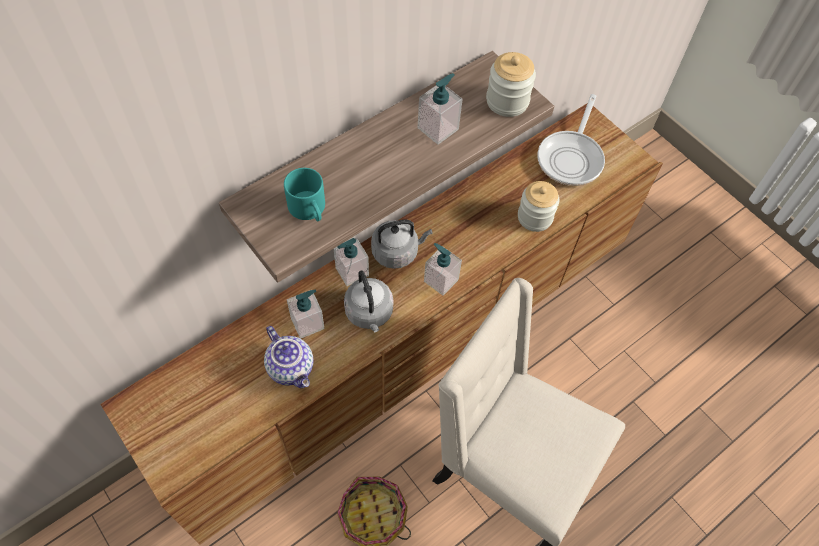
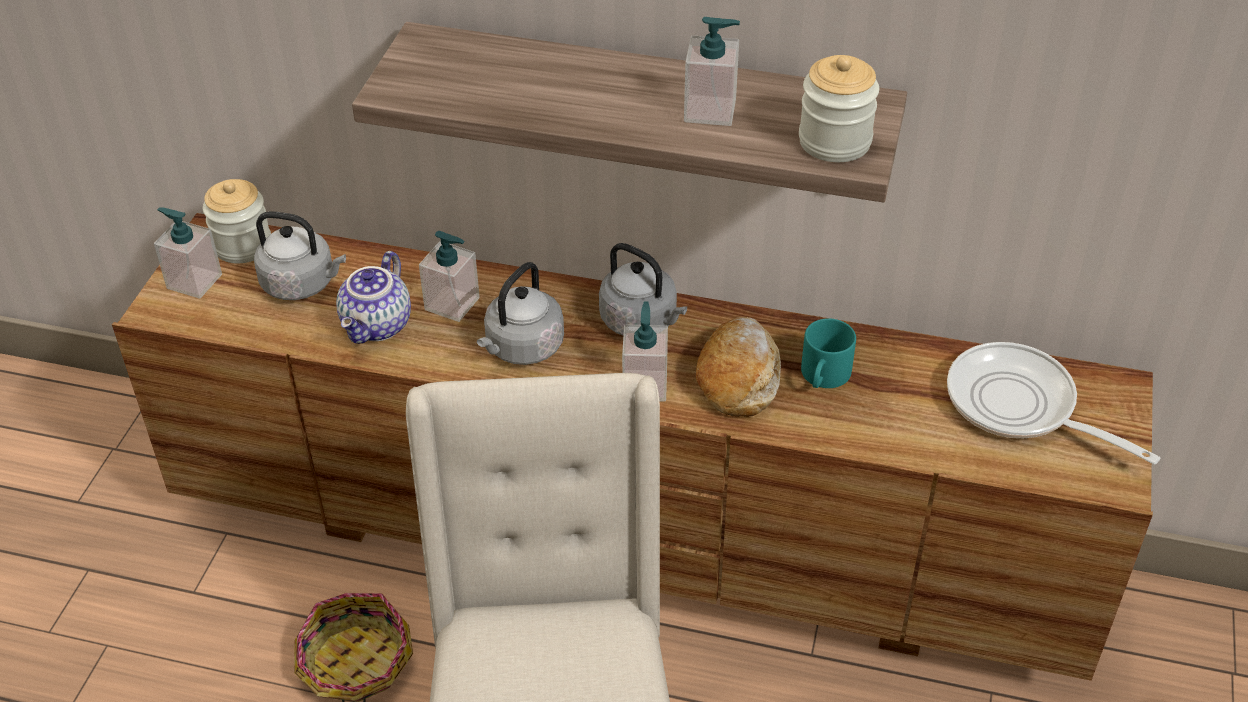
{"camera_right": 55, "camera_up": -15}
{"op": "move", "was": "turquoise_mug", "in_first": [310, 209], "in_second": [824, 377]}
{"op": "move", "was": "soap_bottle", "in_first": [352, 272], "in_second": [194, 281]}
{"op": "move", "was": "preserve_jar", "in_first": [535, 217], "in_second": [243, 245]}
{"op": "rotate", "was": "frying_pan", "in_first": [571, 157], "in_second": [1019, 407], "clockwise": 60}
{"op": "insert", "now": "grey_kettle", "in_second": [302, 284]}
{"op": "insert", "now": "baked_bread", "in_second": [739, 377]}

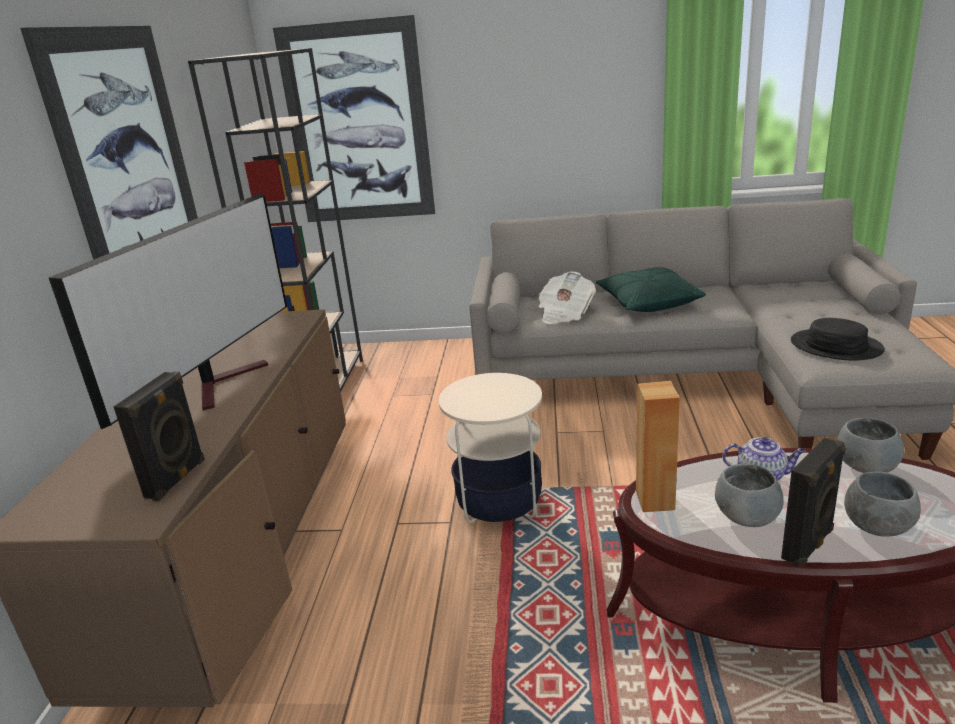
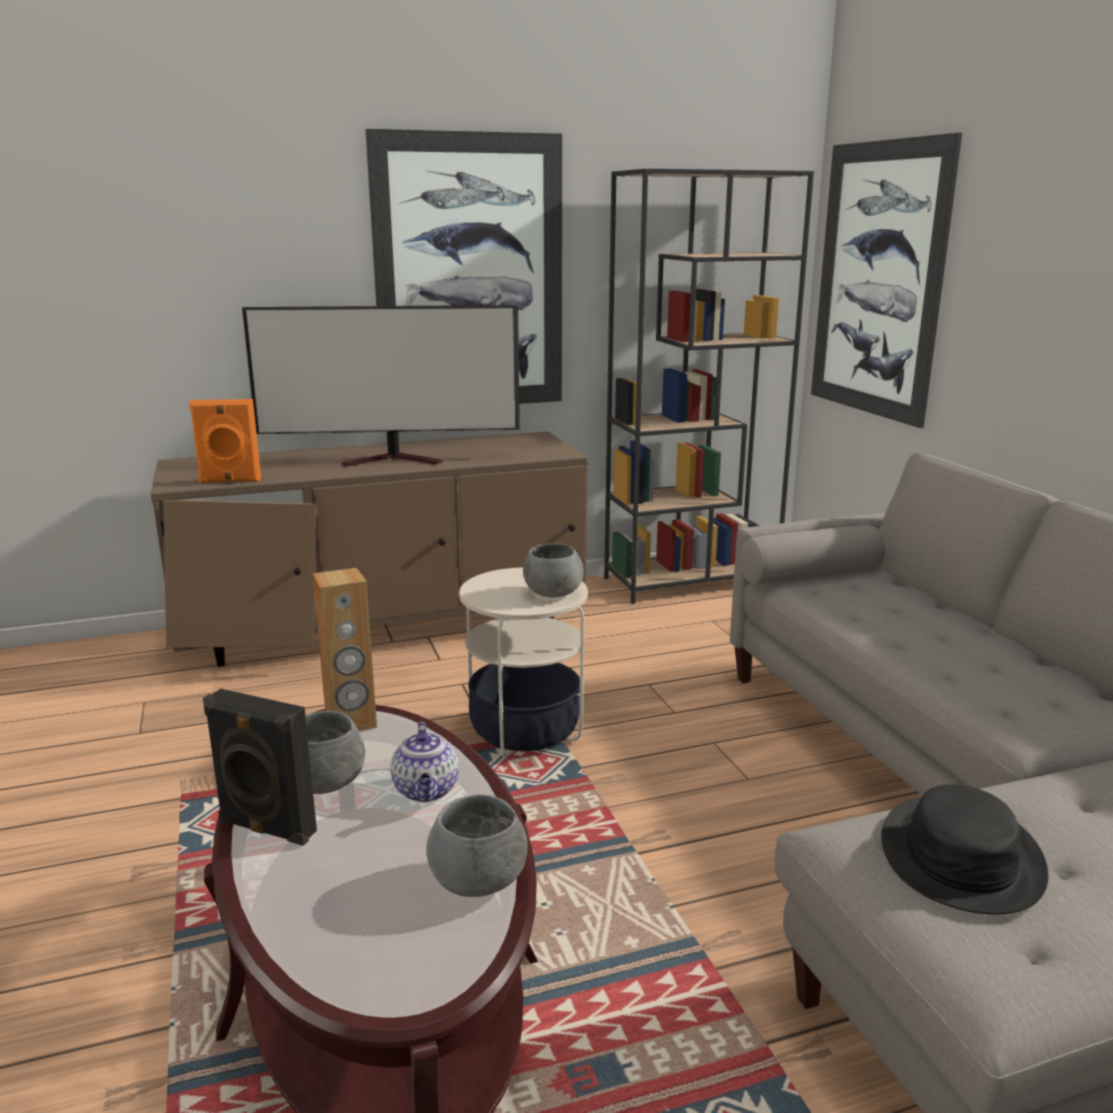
{"camera_right": 65, "camera_up": -5}
{"op": "recolor", "was": "blackish_audio_speaker", "now": "orange_audio_speaker", "in_first": [177, 479], "in_second": [230, 481]}
{"op": "delete", "was": "printed_paper", "in_first": [564, 313]}
{"op": "delete", "was": "green_pillow", "in_first": [647, 303]}
{"op": "move", "was": "grey_bowl", "in_first": [876, 527], "in_second": [552, 593]}

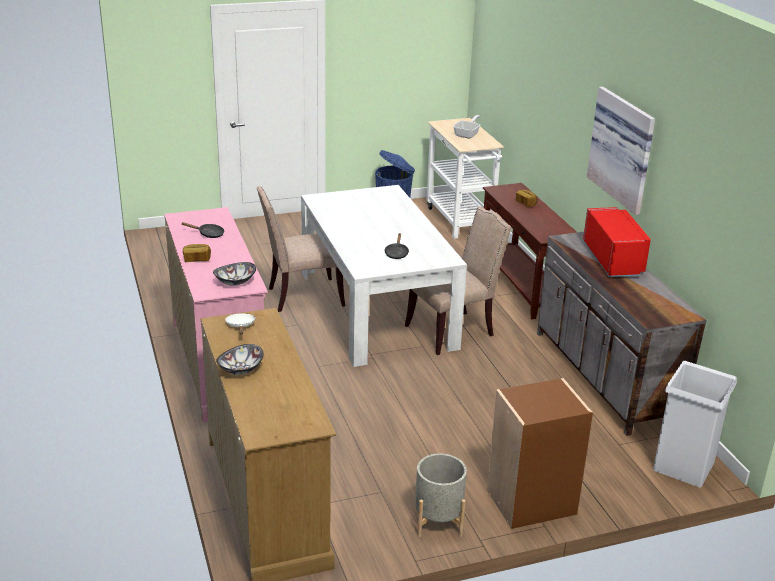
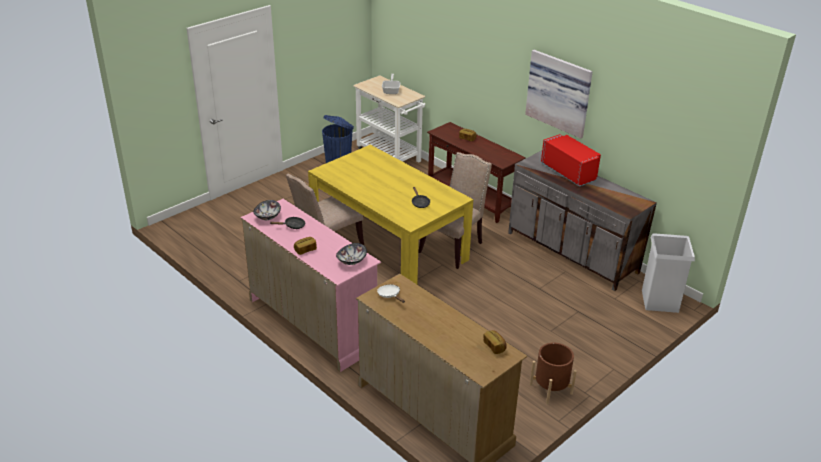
{"camera_right": -25, "camera_up": 5}
{"op": "move", "was": "bowl", "in_first": [241, 370], "in_second": [268, 217]}
{"op": "recolor", "was": "white-coloured_dining_table", "now": "yellow-coloured_dining_table", "in_first": [376, 309], "in_second": [388, 244]}
{"op": "recolor", "was": "grey_plant_pot", "now": "brownish_plant_pot", "in_first": [438, 521], "in_second": [551, 389]}
{"op": "delete", "was": "brownish_bookshelf", "in_first": [530, 503]}
{"op": "insert", "now": "baked_bread", "in_second": [494, 346]}

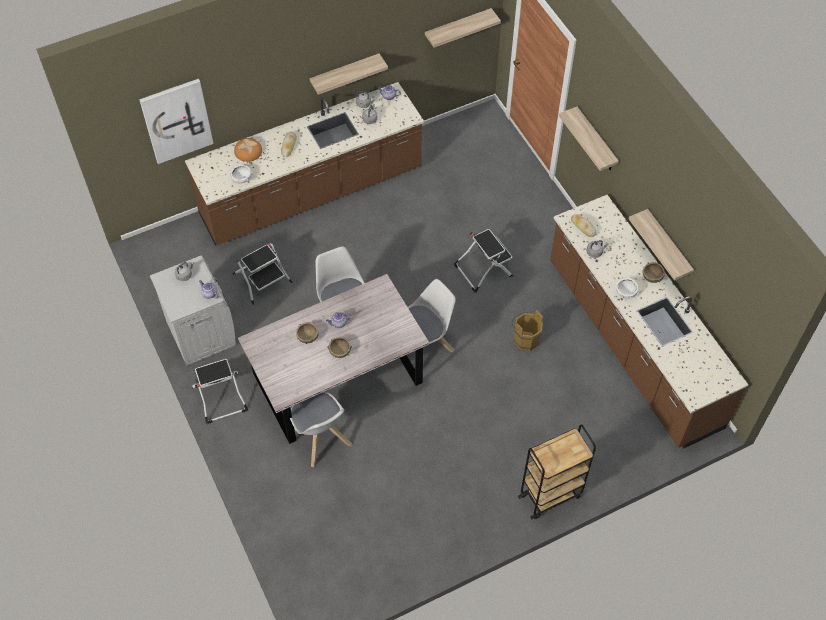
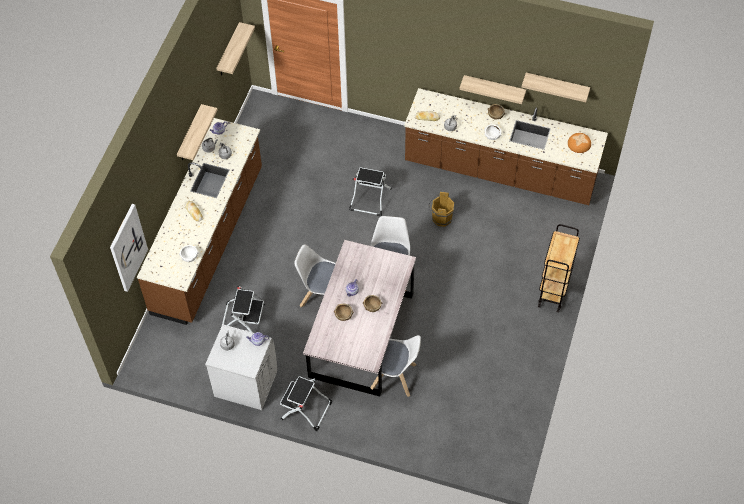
{"camera_right": -45, "camera_up": 0}
{"op": "move", "was": "baked_bread", "in_first": [248, 151], "in_second": [579, 144]}
{"op": "move", "was": "bracket_shelf", "in_first": [596, 141], "in_second": [556, 86]}

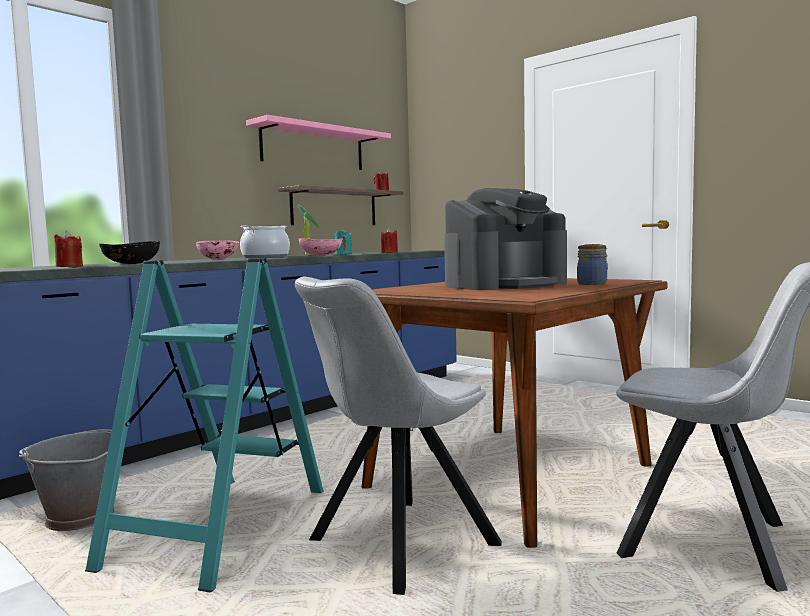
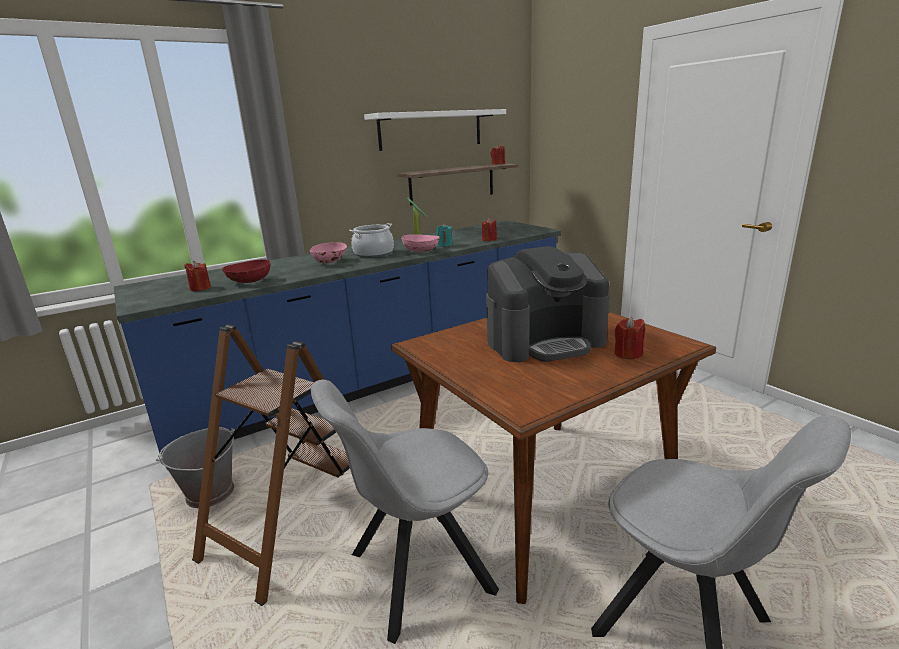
{"camera_right": 15, "camera_up": 15}
{"op": "recolor", "was": "turquoise_step_ladder", "now": "brownish_step_ladder", "in_first": [217, 528], "in_second": [294, 525]}
{"op": "recolor", "was": "blackish_bowl", "now": "red-coloured_bowl", "in_first": [131, 264], "in_second": [249, 282]}
{"op": "recolor", "was": "pink_bracket_shelf", "now": "white-coloured_bracket_shelf", "in_first": [313, 147], "in_second": [431, 129]}
{"op": "replace", "was": "preserve_jar", "now": "red-coloured_wax_candle", "in_first": [593, 284], "in_second": [628, 354]}

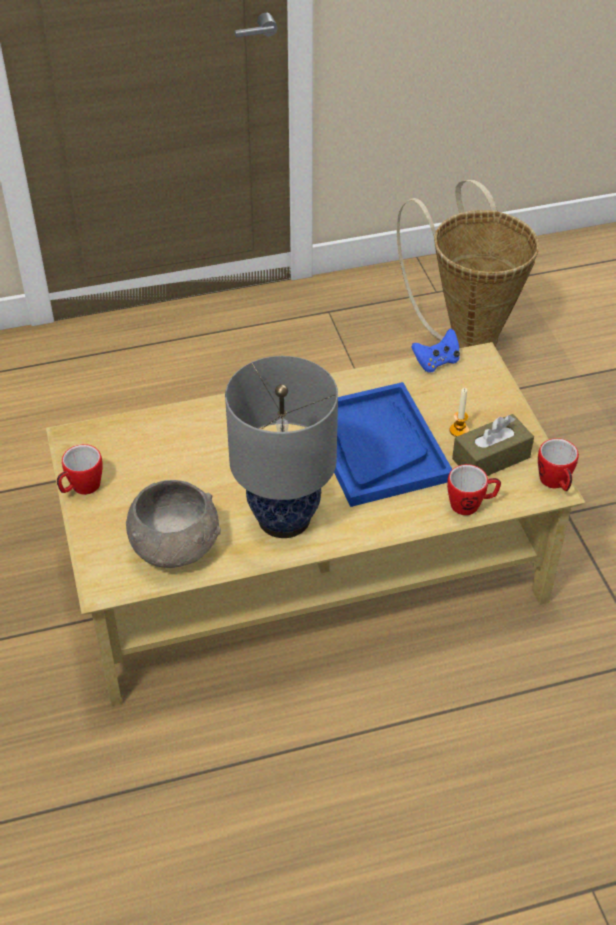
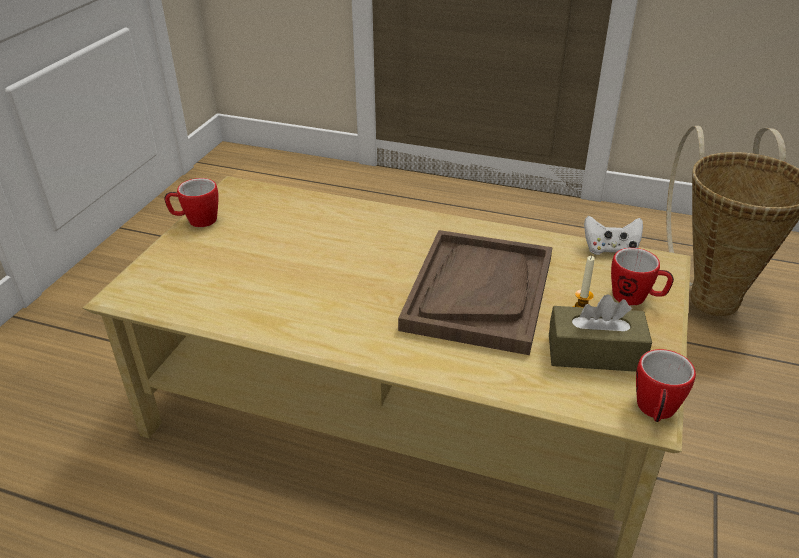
{"camera_right": 35, "camera_up": -10}
{"op": "delete", "was": "grey_bowl", "in_first": [176, 547]}
{"op": "delete", "was": "grey_table_lamp", "in_first": [284, 518]}
{"op": "recolor", "was": "blue_carrying_tray", "now": "brownish_carrying_tray", "in_first": [377, 446], "in_second": [478, 292]}
{"op": "recolor", "was": "blue_game_controller", "now": "white-coloured_game_controller", "in_first": [436, 362], "in_second": [610, 249]}
{"op": "move", "was": "mug", "in_first": [471, 504], "in_second": [636, 298]}

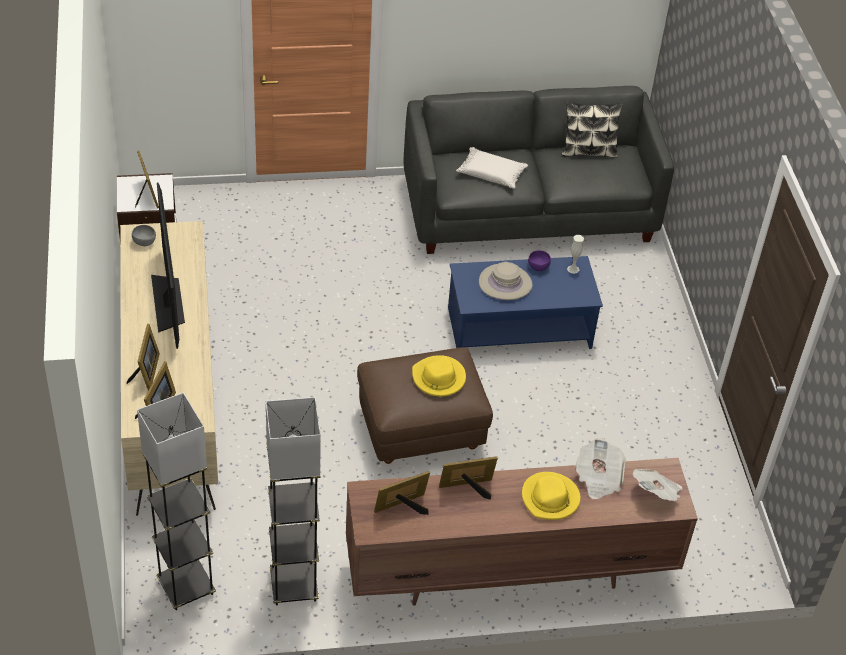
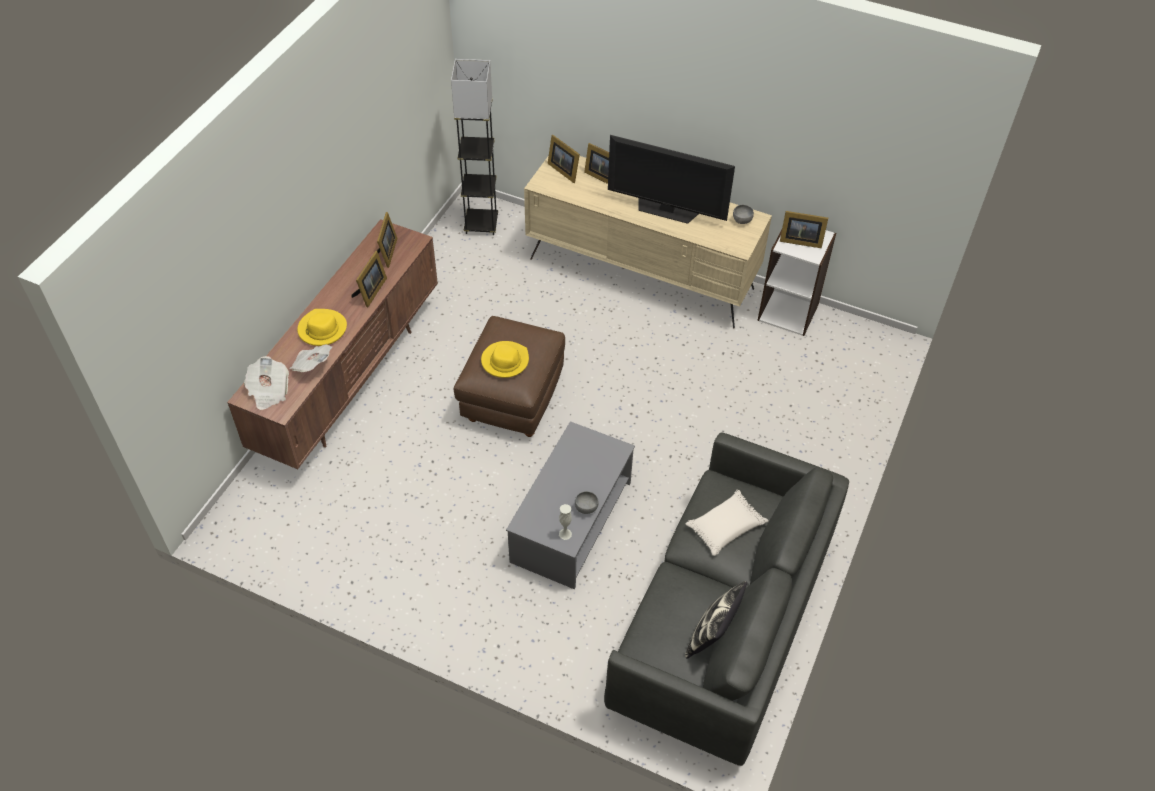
{"camera_right": 125, "camera_up": 5}
{"op": "delete", "was": "grey_floor_lamp", "in_first": [294, 586]}
{"op": "recolor", "was": "blue_low_table", "now": "grey_low_table", "in_first": [520, 327], "in_second": [571, 522]}
{"op": "delete", "was": "beige-coloured_clothing_hat", "in_first": [505, 283]}
{"op": "recolor", "was": "purplish_bowl", "now": "grey_bowl", "in_first": [538, 267], "in_second": [586, 508]}

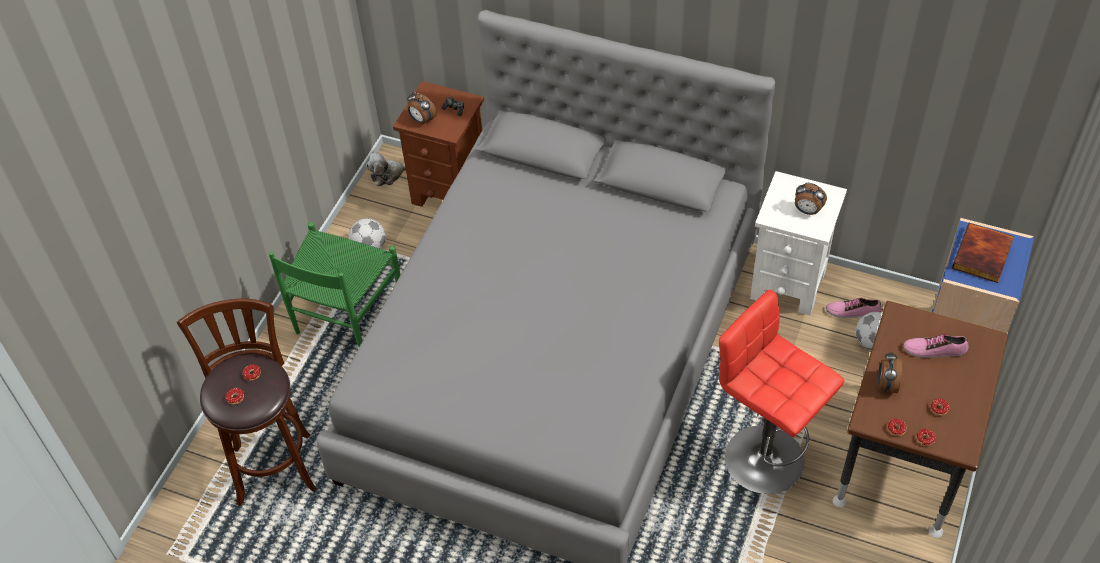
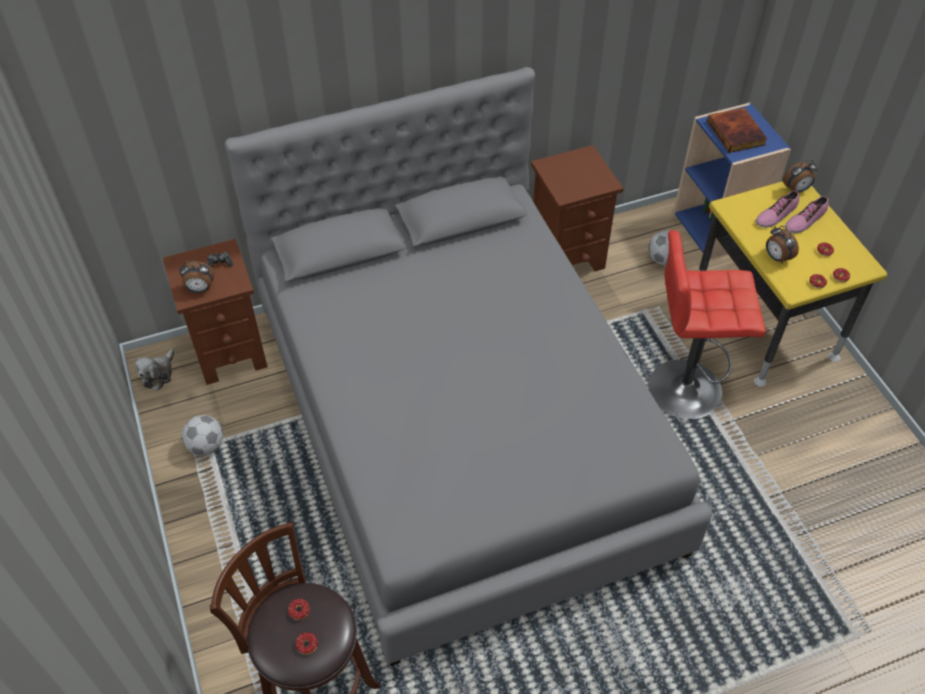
{"camera_right": -45, "camera_up": 0}
{"op": "delete", "was": "green_upright_chair", "in_first": [346, 316]}
{"op": "recolor", "was": "white-coloured_bedside_table", "now": "brownish_bedside_table", "in_first": [788, 285], "in_second": [568, 257]}
{"op": "move", "was": "bedside_clock", "in_first": [807, 211], "in_second": [796, 190]}
{"op": "move", "was": "shoe", "in_first": [852, 311], "in_second": [805, 220]}
{"op": "recolor", "was": "brownish_desk_table", "now": "yellow-coloured_desk_table", "in_first": [904, 458], "in_second": [765, 323]}

